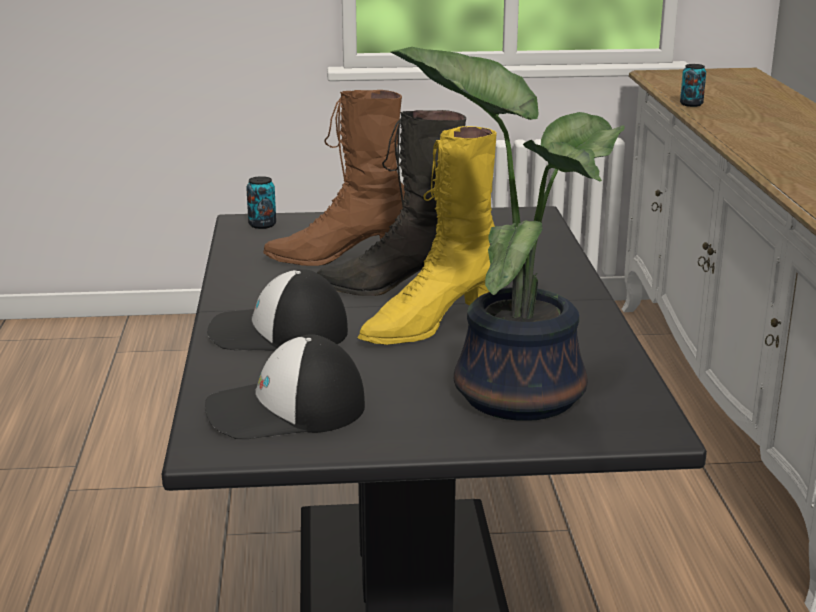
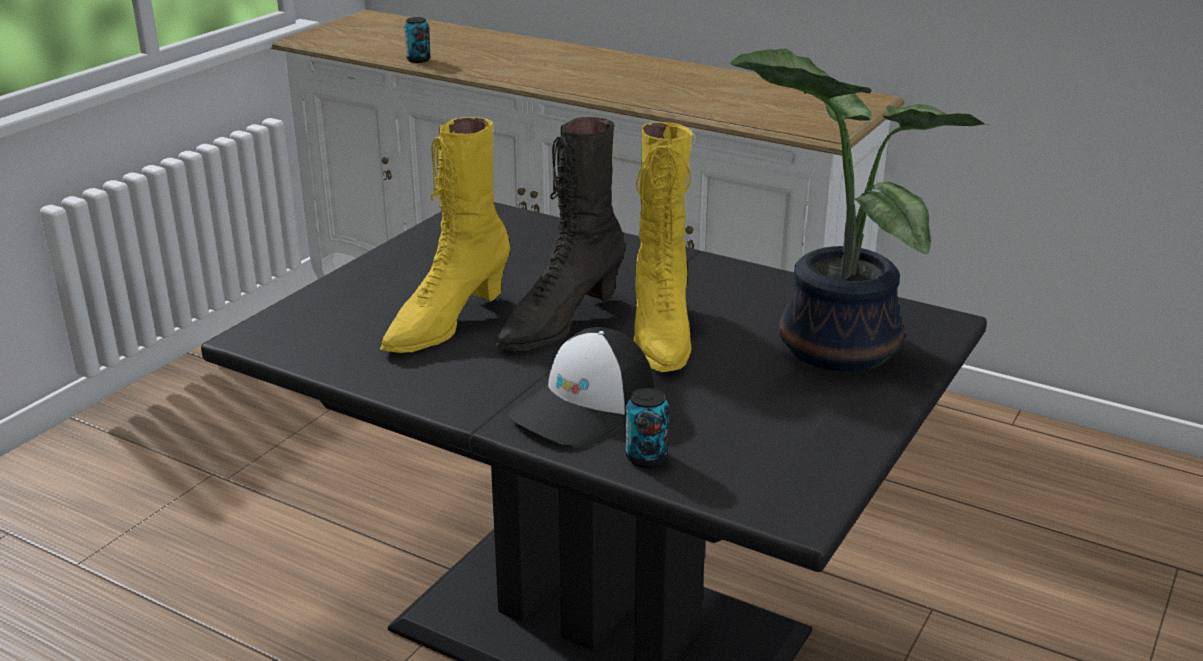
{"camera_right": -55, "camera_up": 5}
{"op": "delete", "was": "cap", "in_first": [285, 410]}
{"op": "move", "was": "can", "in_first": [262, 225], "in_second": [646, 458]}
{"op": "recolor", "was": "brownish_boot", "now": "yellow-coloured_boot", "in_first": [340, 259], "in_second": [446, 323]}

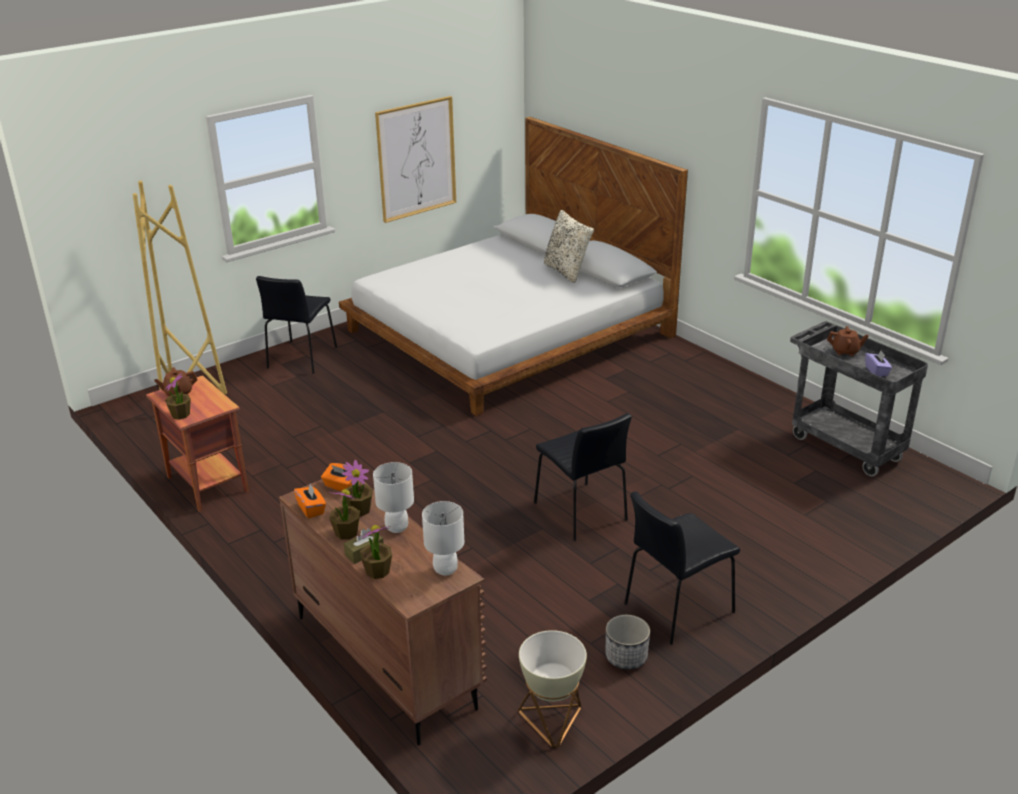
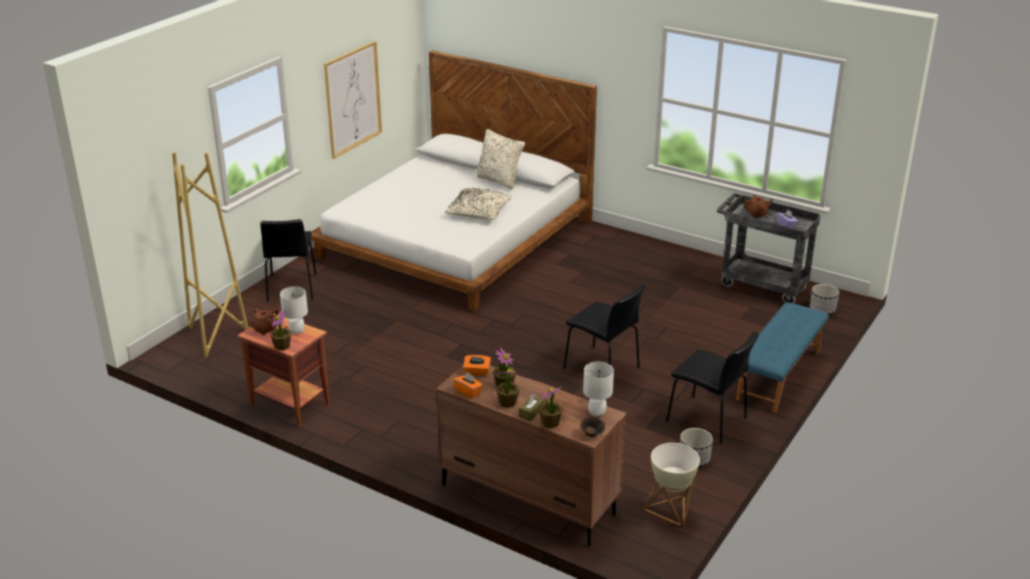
{"camera_right": -20, "camera_up": 0}
{"op": "move", "was": "white-coloured_table_lamp", "in_first": [396, 528], "in_second": [296, 331]}
{"op": "rotate", "was": "blackish_upright_chair", "in_first": [676, 609], "in_second": [709, 421], "clockwise": -90}
{"op": "insert", "now": "beige-coloured_pillow", "in_second": [479, 212]}
{"op": "insert", "now": "brownish_bowl", "in_second": [592, 434]}
{"op": "insert", "now": "blue_long_seat", "in_second": [779, 375]}
{"op": "insert", "now": "plant_pot", "in_second": [822, 310]}

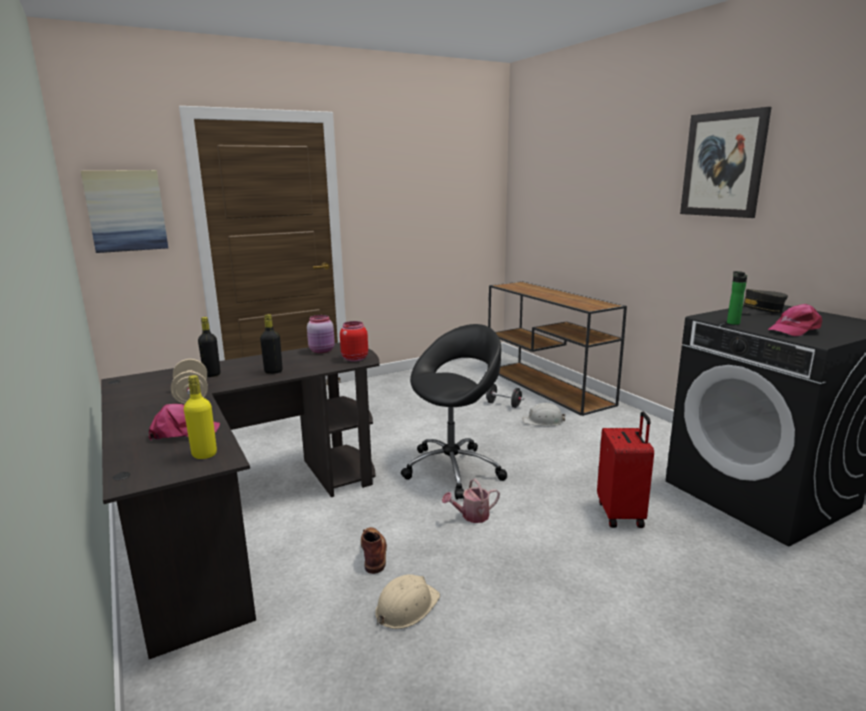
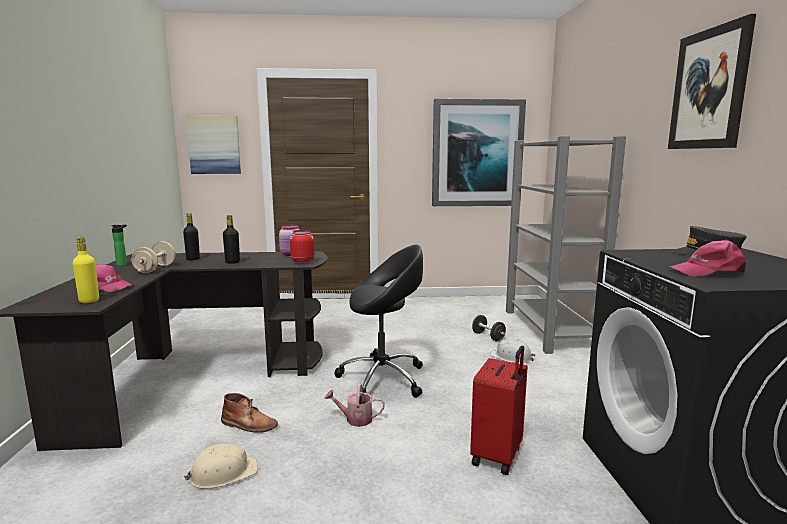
{"camera_right": 25, "camera_up": -5}
{"op": "rotate", "was": "brownish_boot", "in_first": [373, 552], "in_second": [249, 424], "clockwise": 90}
{"op": "replace", "was": "brownish_narrow_table", "now": "grey_bookshelf", "in_first": [548, 386], "in_second": [549, 329]}
{"op": "move", "was": "drink_bottle", "in_first": [732, 323], "in_second": [123, 264]}
{"op": "insert", "now": "picture", "in_second": [476, 153]}

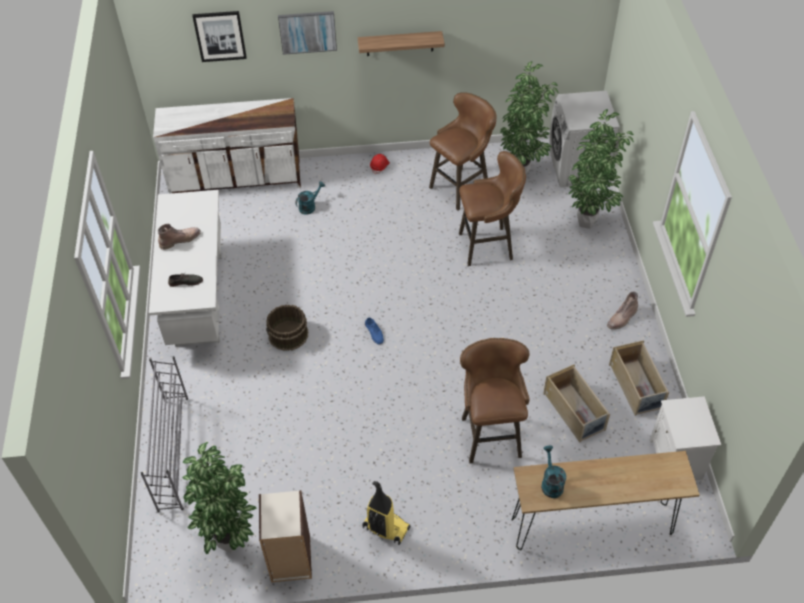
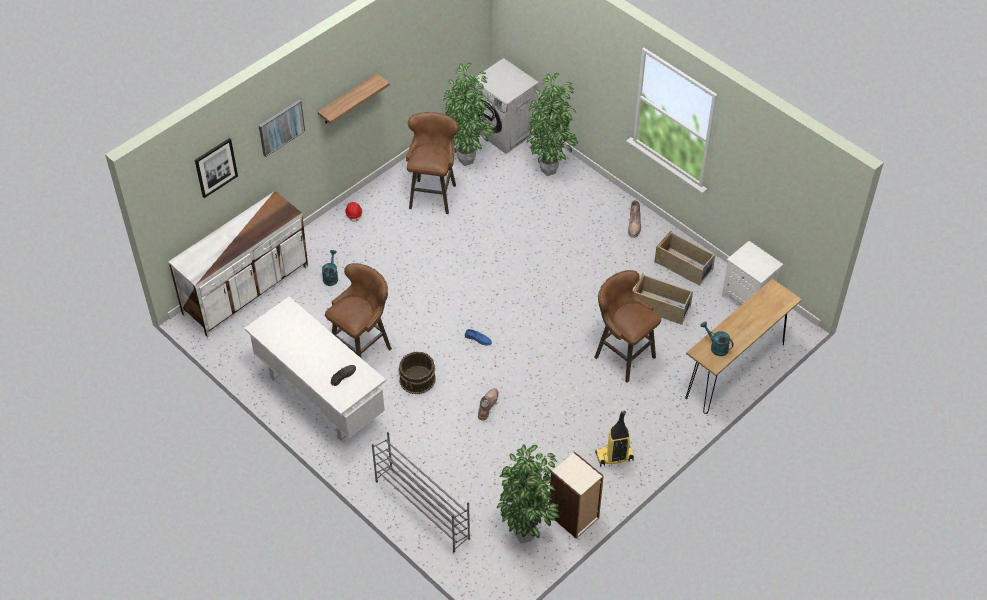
{"camera_right": -40, "camera_up": 0}
{"op": "move", "was": "brownish_boot", "in_first": [180, 239], "in_second": [487, 405]}
{"op": "move", "was": "brownish_sitting_stool", "in_first": [488, 246], "in_second": [363, 349]}

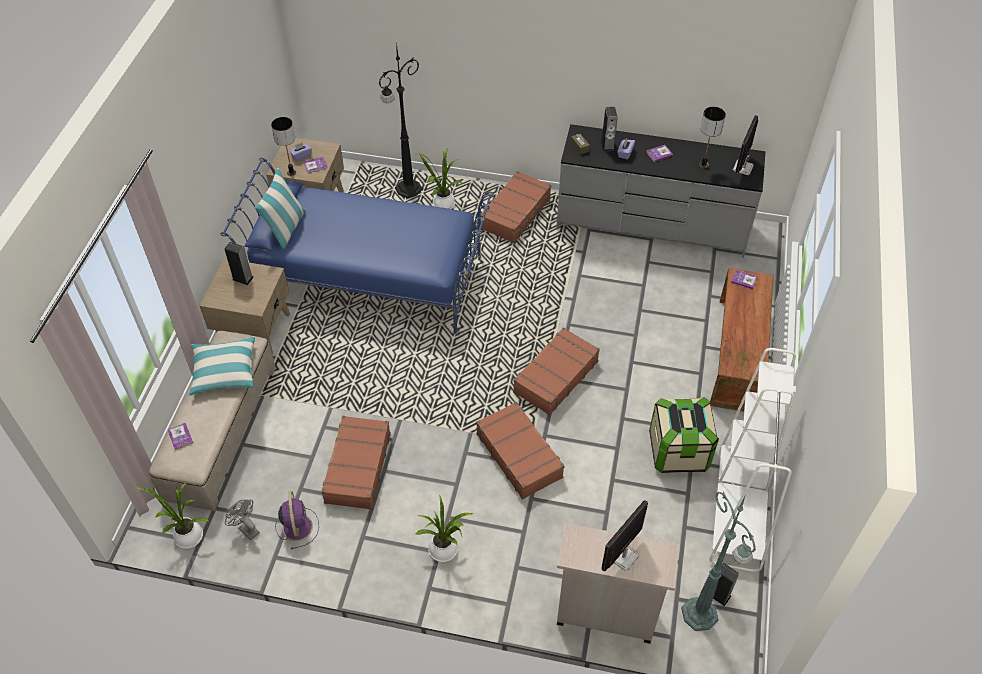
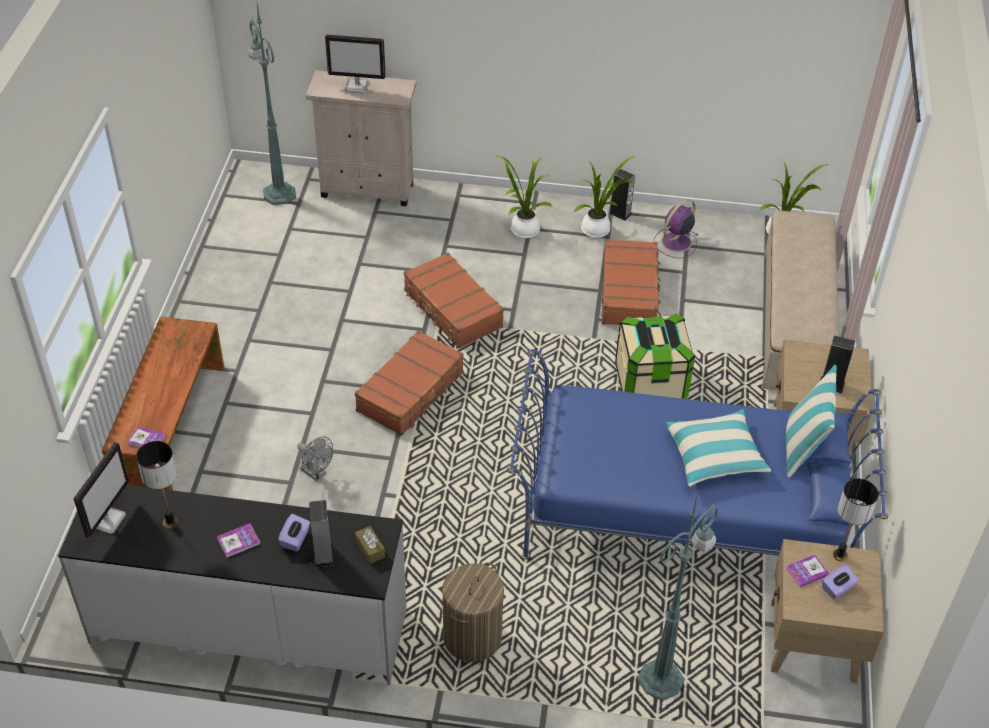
{"camera_right": 175, "camera_up": -5}
{"op": "delete", "was": "book", "in_first": [180, 437]}
{"op": "move", "was": "pillow", "in_first": [224, 371], "in_second": [715, 456]}
{"op": "move", "was": "grey_cooling_fan", "in_first": [246, 528], "in_second": [316, 473]}
{"op": "rotate", "was": "purplish_cooling_fan", "in_first": [297, 526], "in_second": [675, 242], "clockwise": 60}
{"op": "recolor", "was": "blackish_floor_lamp", "now": "green_floor_lamp", "in_first": [407, 189], "in_second": [662, 678]}
{"op": "move", "was": "houseplant", "in_first": [441, 204], "in_second": [598, 230]}
{"op": "replace", "was": "brownish_suitcase", "now": "laundry_basket", "in_first": [516, 213], "in_second": [472, 637]}
{"op": "rotate", "was": "monitor", "in_first": [623, 557], "in_second": [357, 86], "clockwise": 60}
{"op": "move", "was": "storage_box", "in_first": [678, 451], "in_second": [650, 383]}
{"op": "delete", "was": "white-coloured_garment_rack", "in_first": [737, 512]}
{"op": "move", "was": "audio_speaker", "in_first": [719, 595], "in_second": [620, 213]}

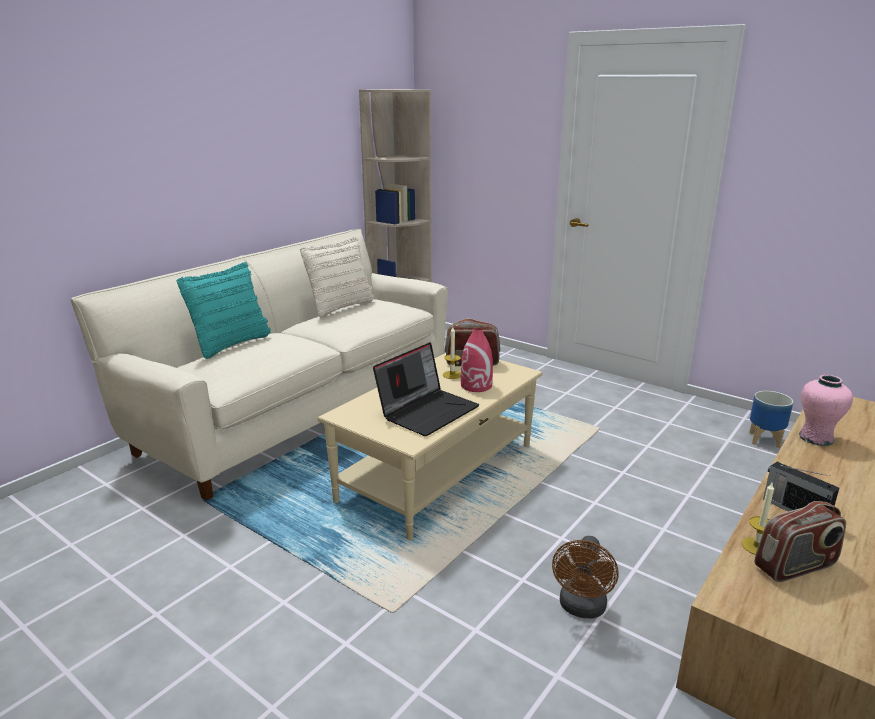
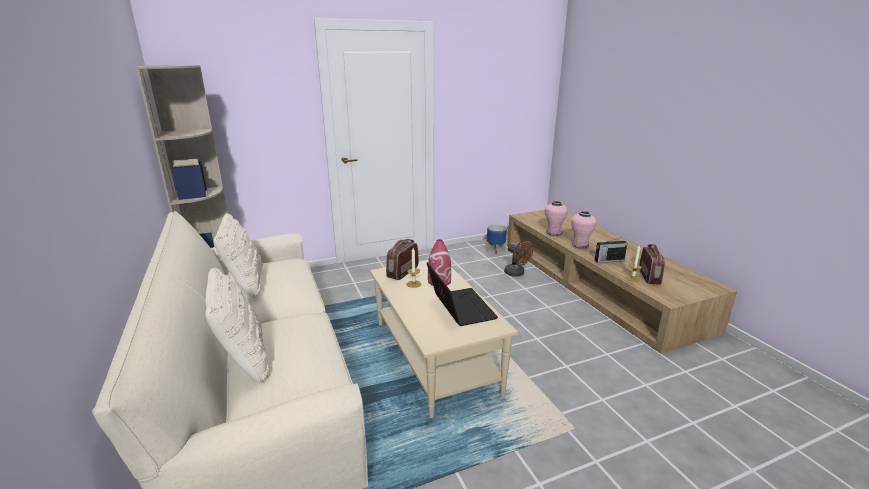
{"camera_right": -60, "camera_up": 0}
{"op": "recolor", "was": "turquoise_pillow", "now": "beige-coloured_pillow", "in_first": [231, 344], "in_second": [244, 359]}
{"op": "move", "was": "brownish_cooling_fan", "in_first": [582, 608], "in_second": [517, 273]}
{"op": "insert", "now": "pink_decorative_vase", "in_second": [580, 245]}

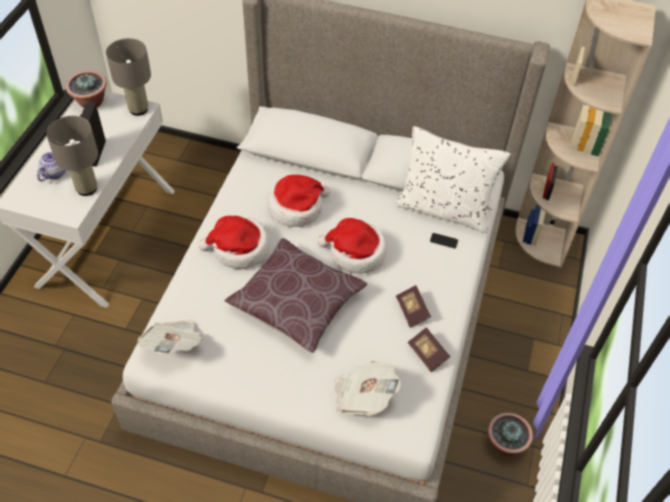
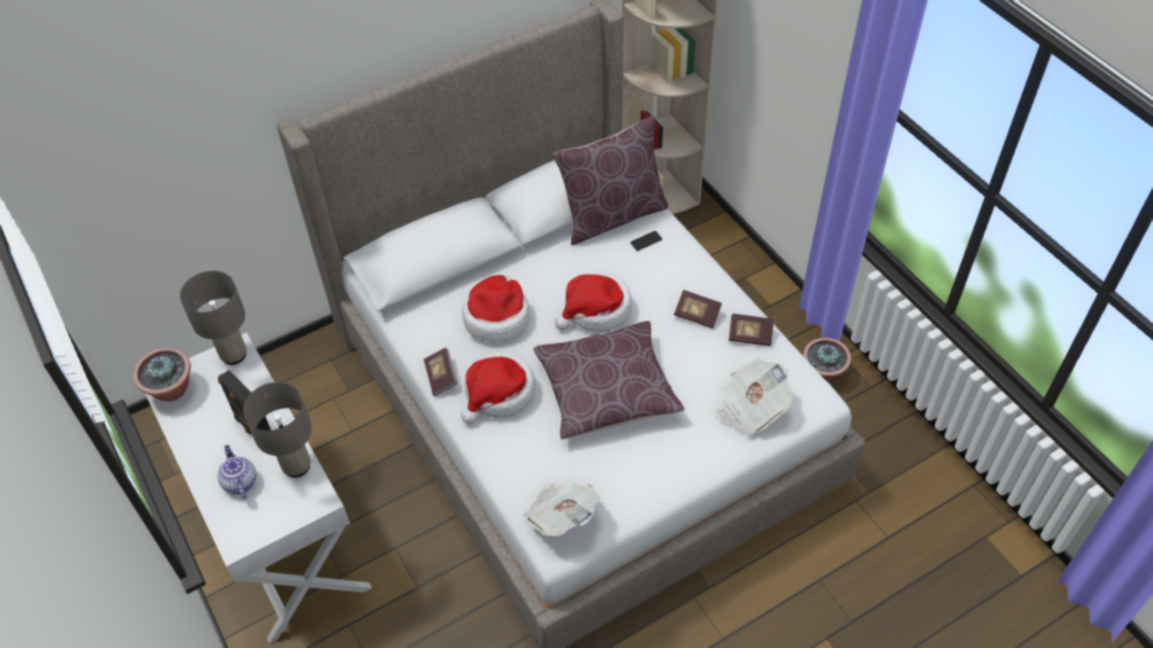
{"camera_right": -45, "camera_up": 0}
{"op": "recolor", "was": "white-coloured_pillow", "now": "brownish_pillow", "in_first": [444, 209], "in_second": [612, 215]}
{"op": "insert", "now": "book", "in_second": [441, 377]}

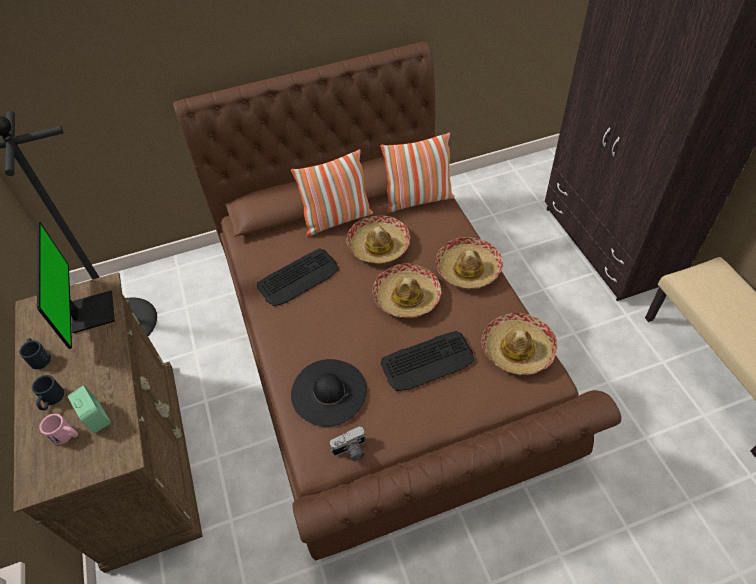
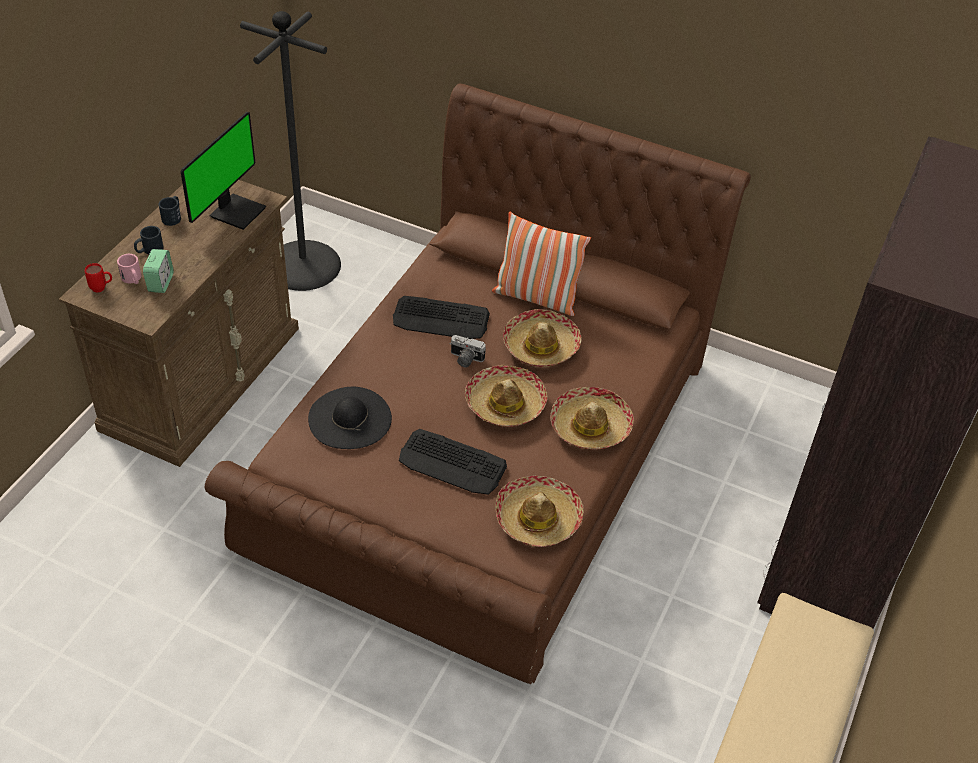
{"camera_right": 40, "camera_up": -5}
{"op": "move", "was": "still_camera", "in_first": [351, 451], "in_second": [465, 359]}
{"op": "delete", "was": "pillow", "in_first": [418, 200]}
{"op": "insert", "now": "red-coloured_mug", "in_second": [102, 288]}

